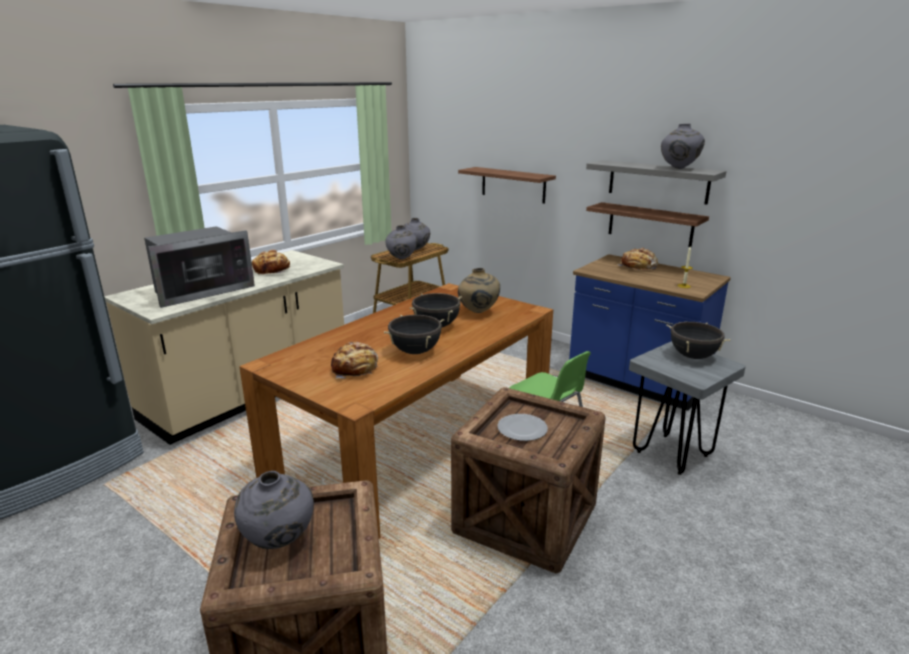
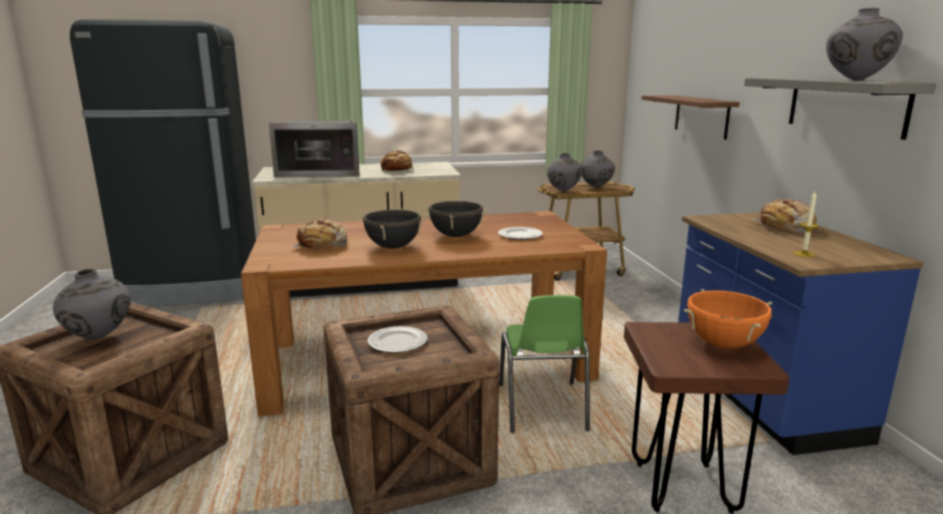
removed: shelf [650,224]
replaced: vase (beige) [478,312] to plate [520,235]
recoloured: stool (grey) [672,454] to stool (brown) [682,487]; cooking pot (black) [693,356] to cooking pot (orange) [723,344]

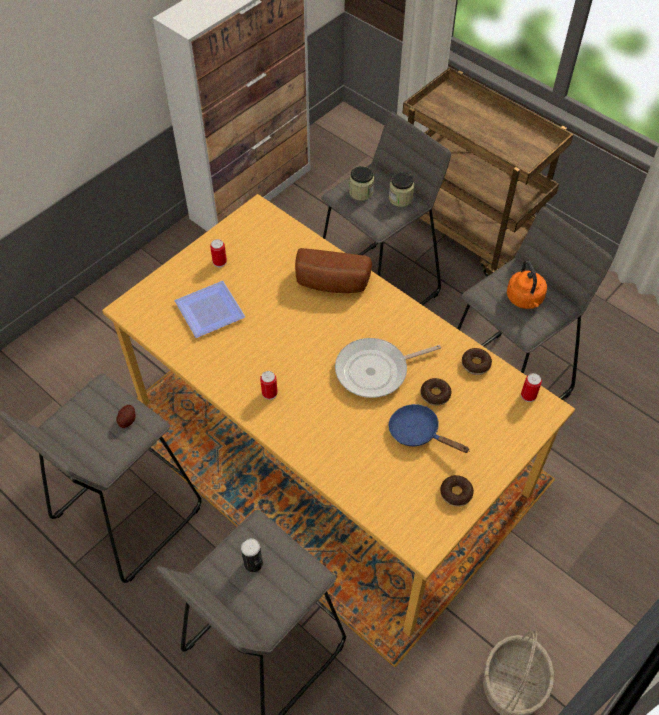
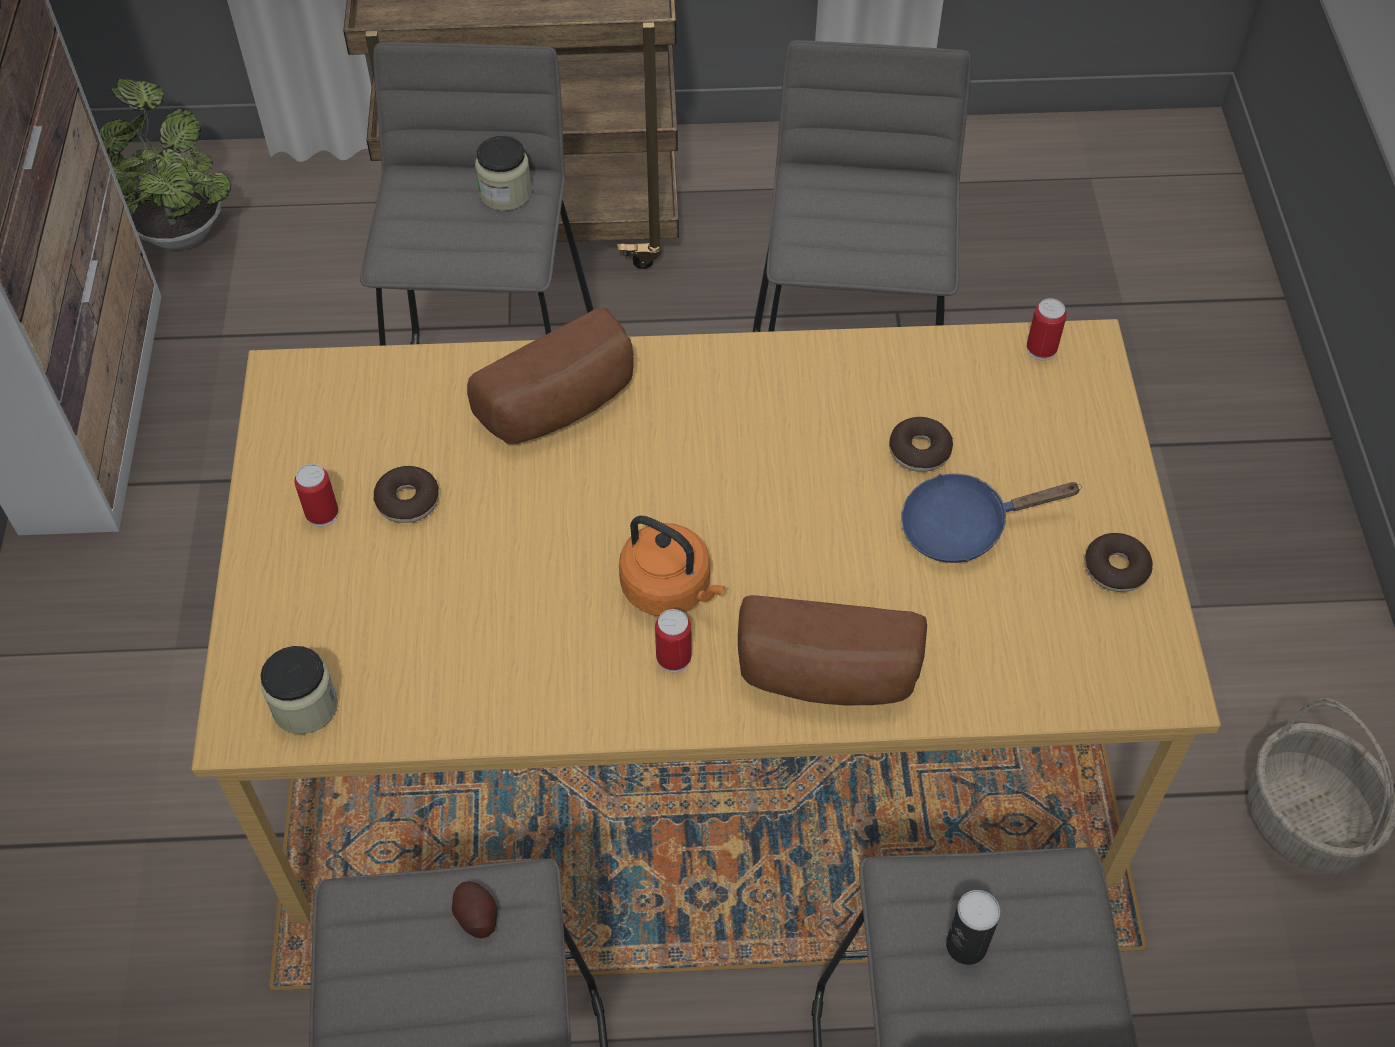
removed: plate [207,310]; frying pan [375,371]
added: potted plant [178,228]; bread [826,678]
moved: jar [361,192] to [305,706]; donut [475,364] to [408,501]; kettle (orange) [525,299] to [670,589]

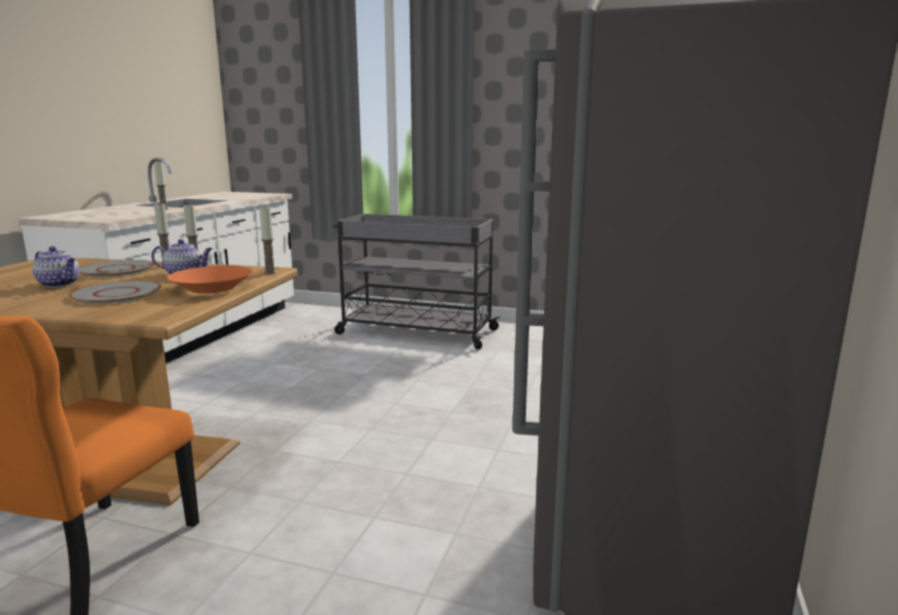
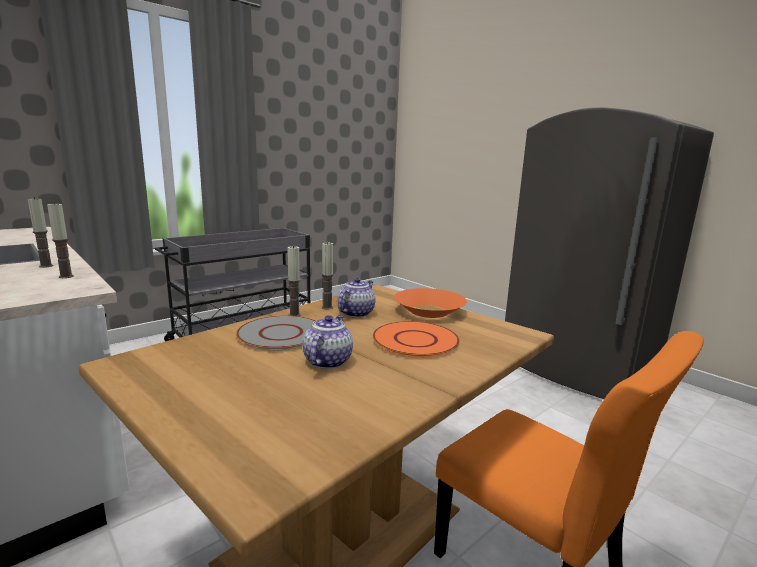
moved: candle [270,273] to [66,276]
recoloured: plate (grey) [117,294] to plate (orange) [414,340]
turned: teapot [60,284] = [327,361] 45 degrees counterclockwise

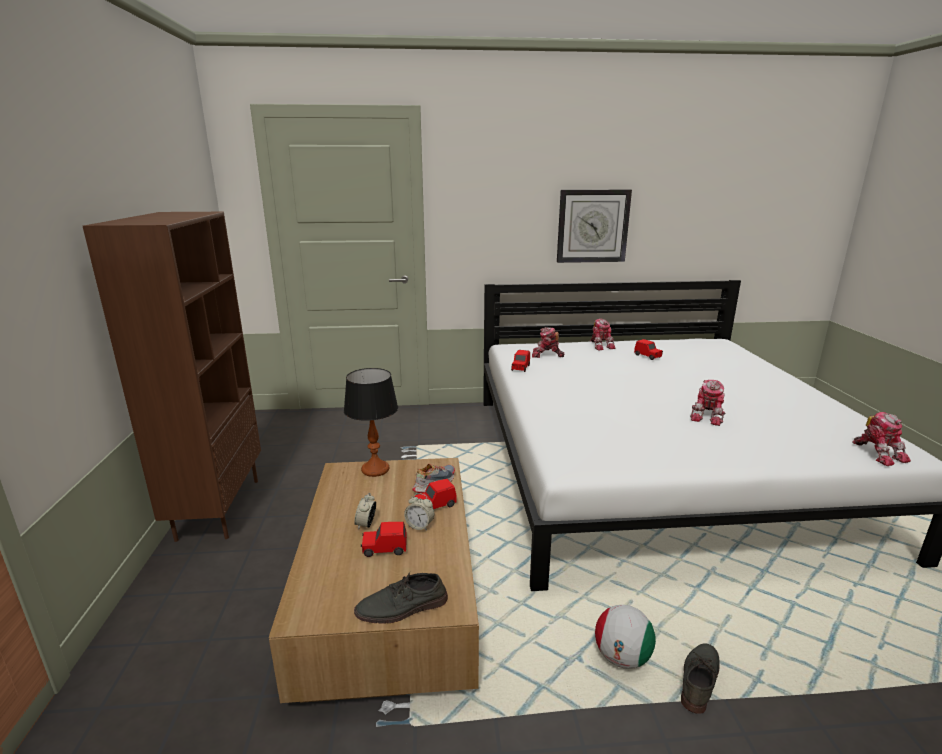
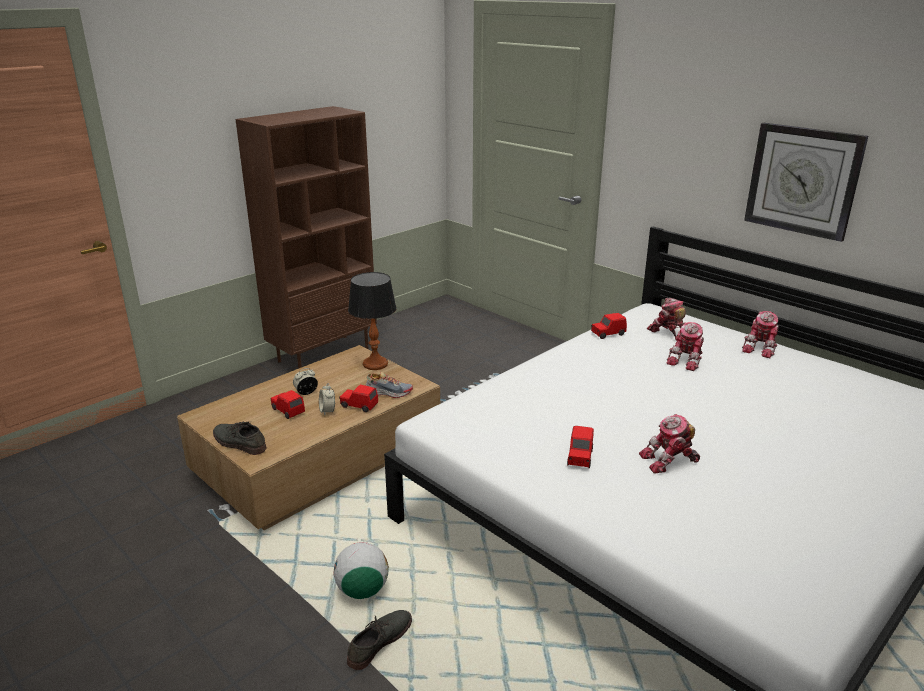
moved: toy car (red) [647,356] to [580,457]; toy robot [878,453] to [687,360]
turned: shoe (grey) [698,679] = [379,641] 45 degrees counterclockwise

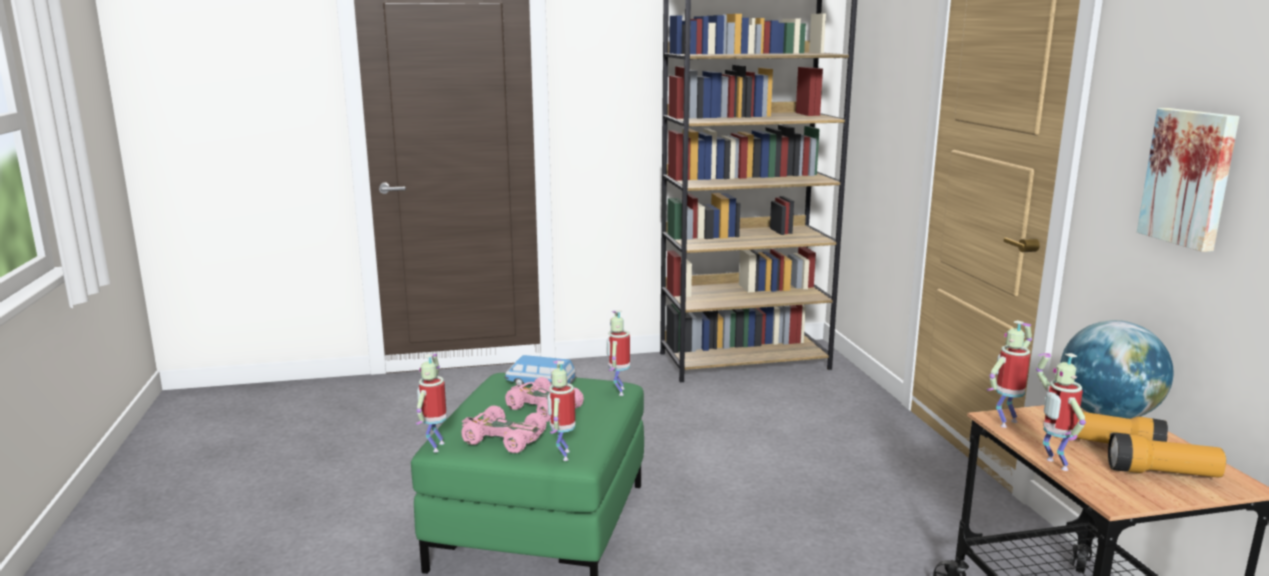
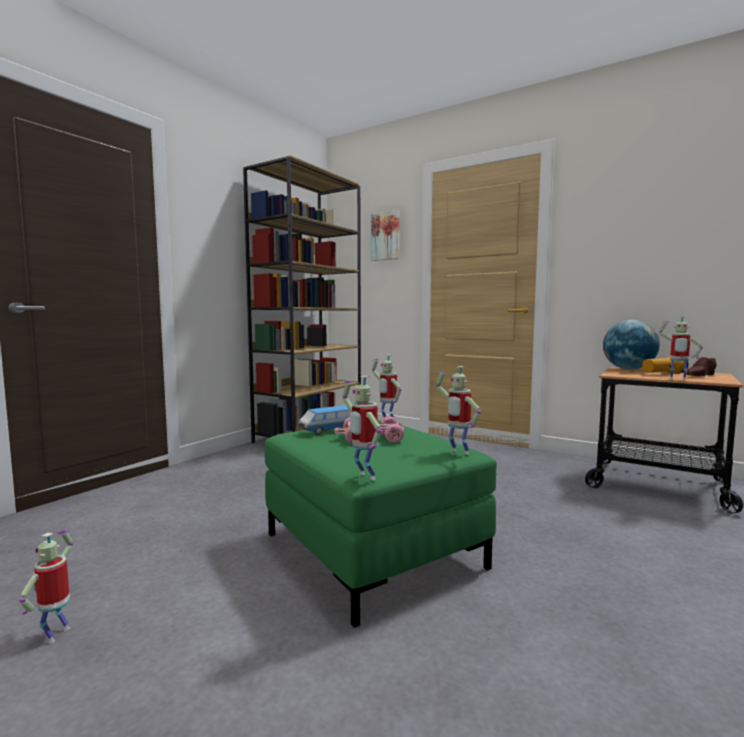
removed: toy car (pink) [503,438]
moved: toy robot [1005,422] to [56,634]; picture [1190,177] to [386,236]
replaced: flashlight [1162,473] to shoe (brown) [699,375]

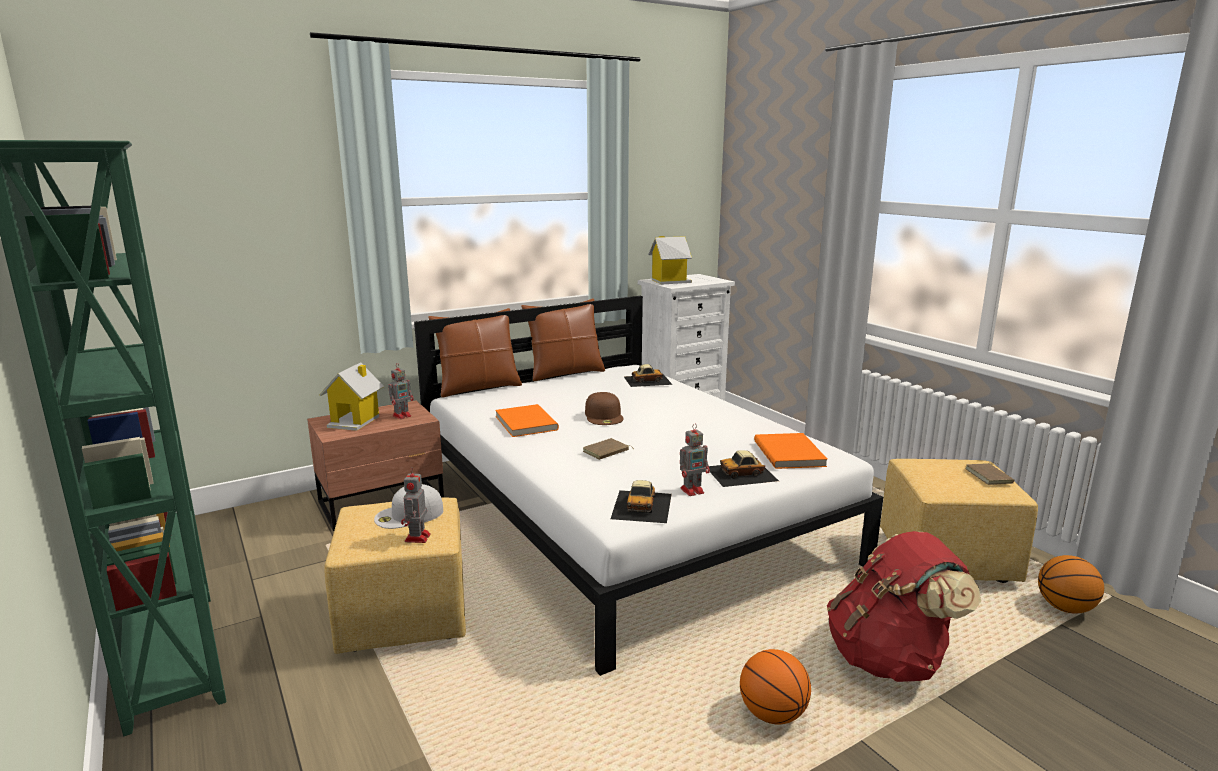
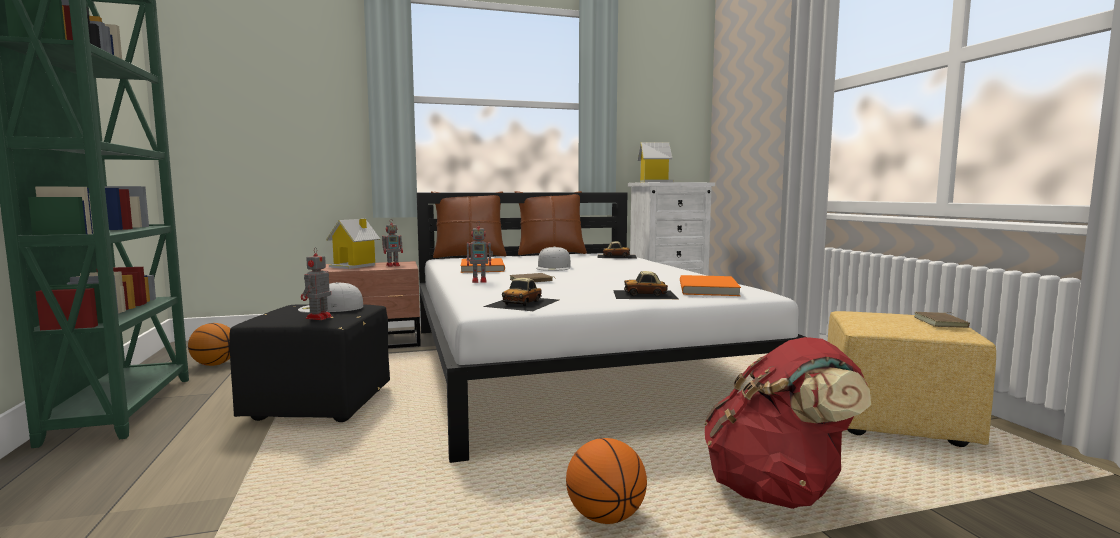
moved: basketball [1064,608] to [214,364]; toy robot [693,490] to [480,281]
recoloured: ottoman (yellow) [407,617] to ottoman (black) [321,406]; cap (brown) [604,416] to cap (white) [554,267]

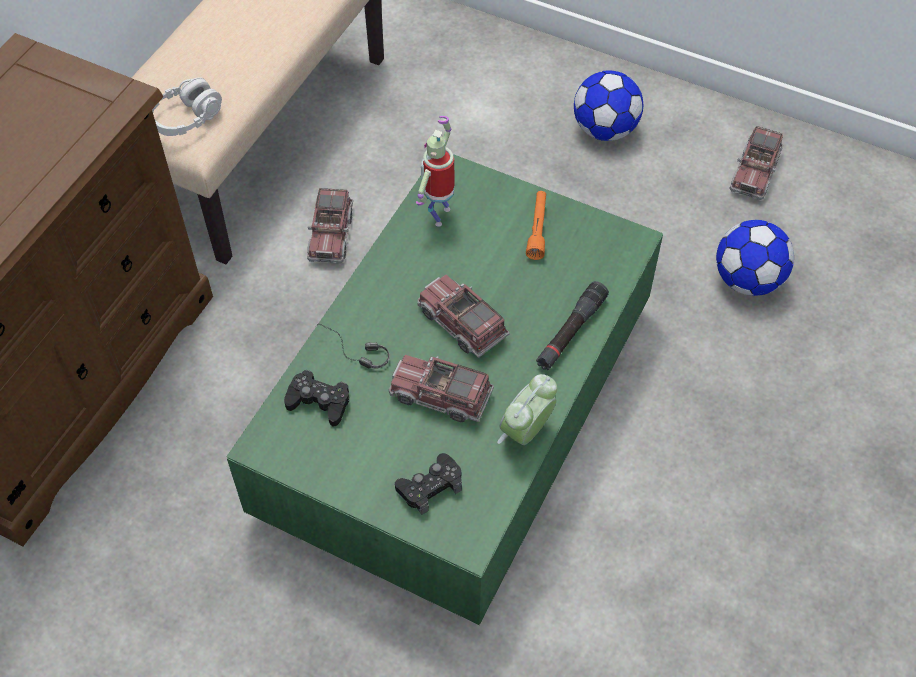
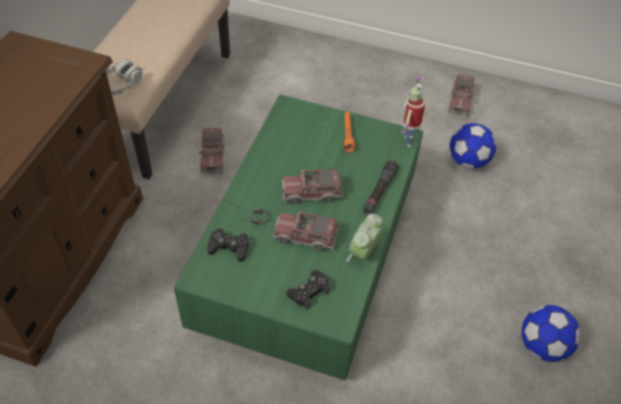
moved: toy robot [439,214] to [407,140]; football [605,130] to [542,346]
turned: toy truck [462,323] = [311,192] 45 degrees counterclockwise

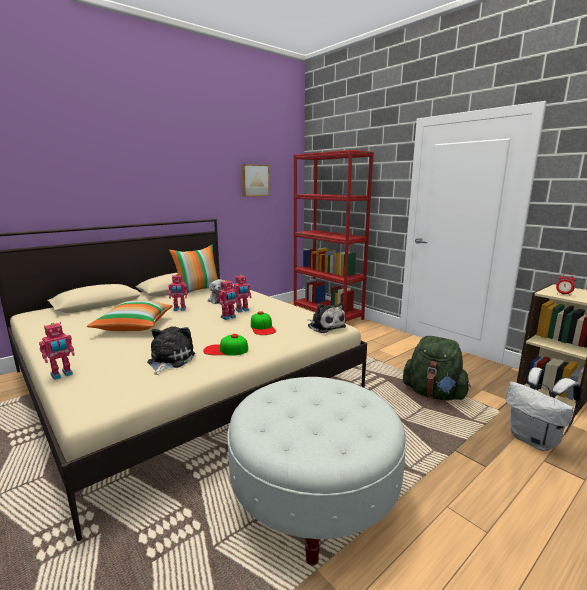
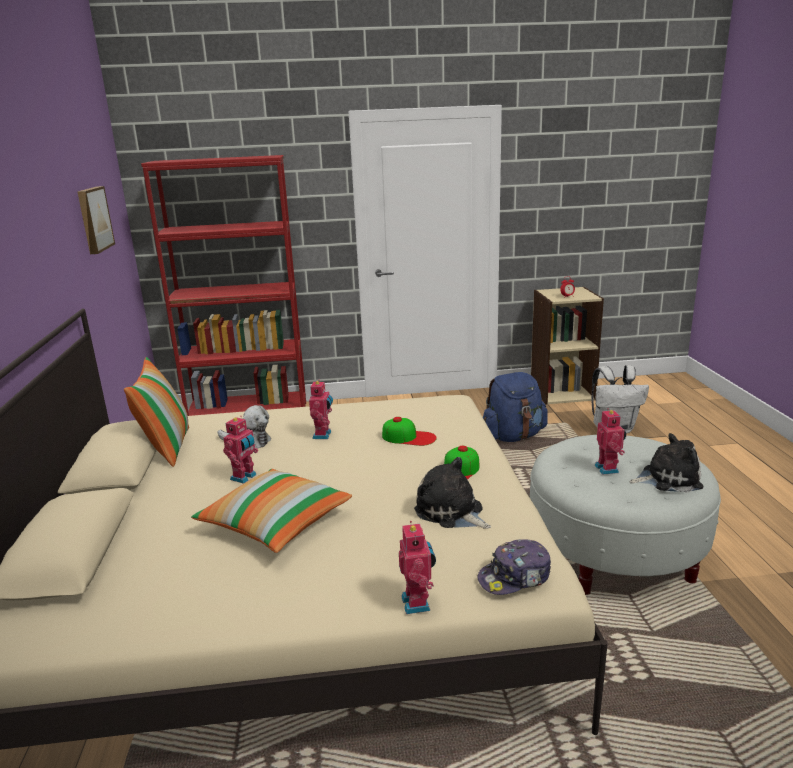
added: cap [515,577]
moved: toy robot [228,317] to [608,469]; plush toy [325,326] to [667,478]
recoloured: backpack (green) [433,394] to backpack (blue) [513,436]

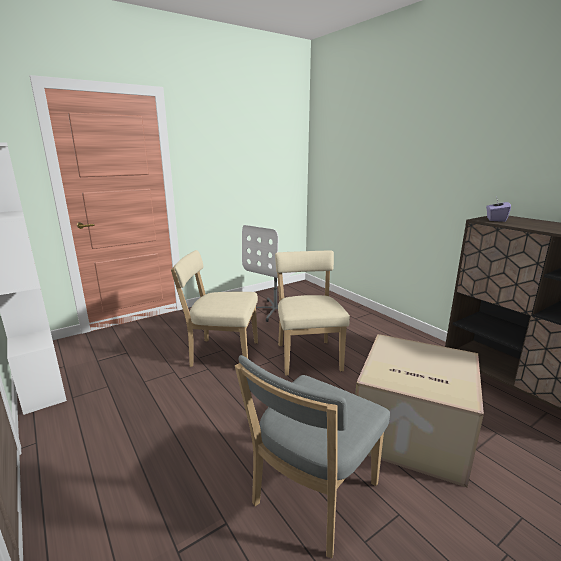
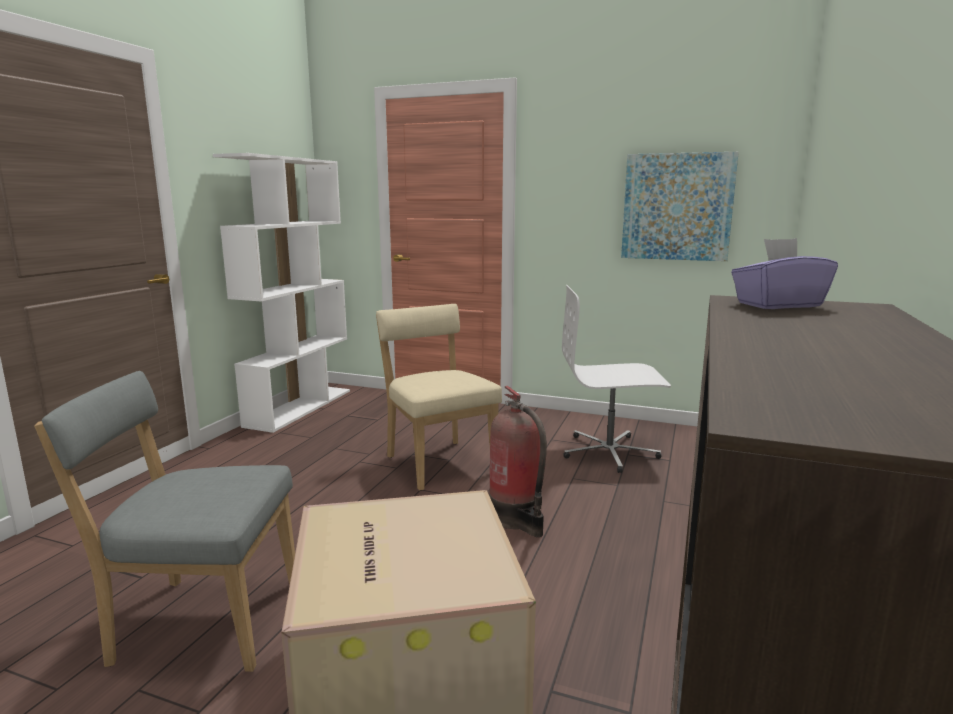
added: picture [677,207]
replaced: chair (beige) [308,355] to fire extinguisher [517,518]

